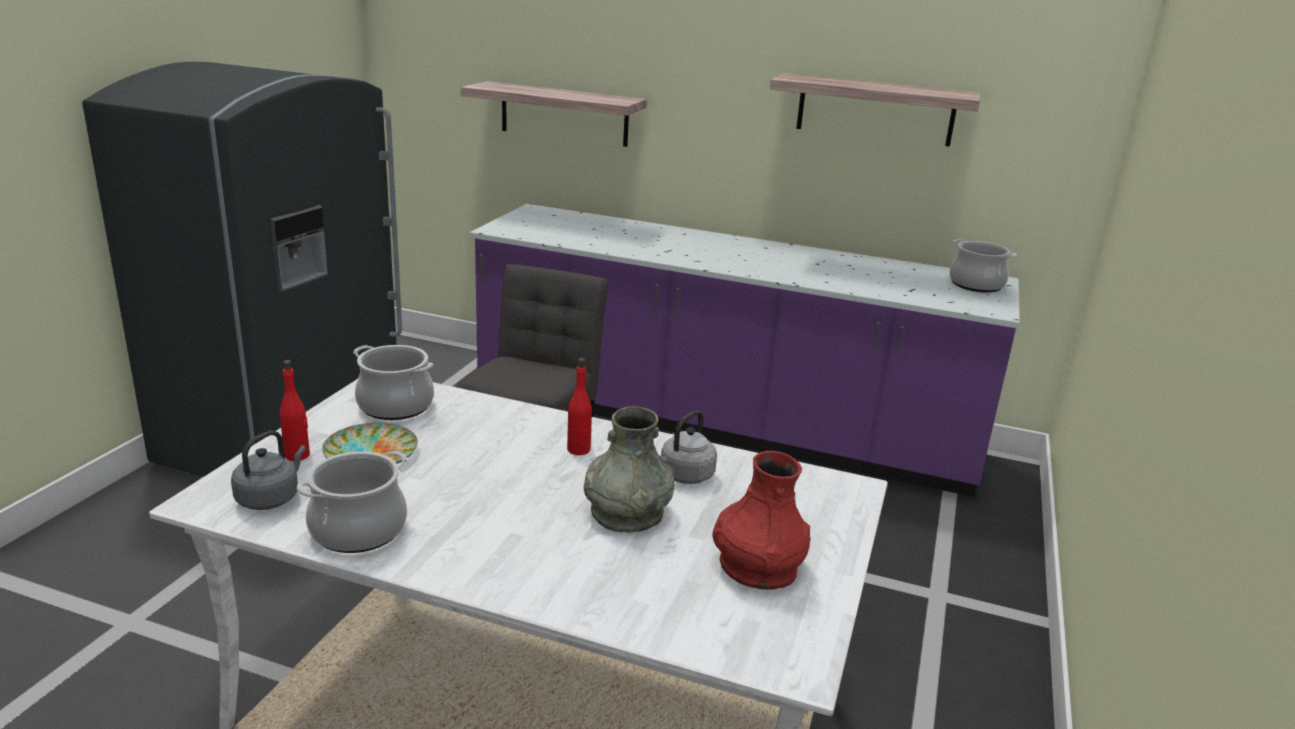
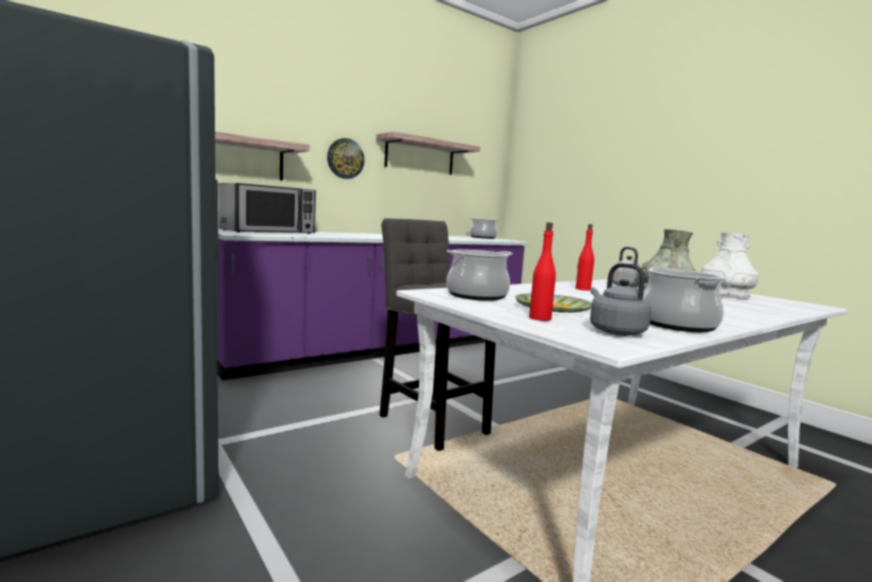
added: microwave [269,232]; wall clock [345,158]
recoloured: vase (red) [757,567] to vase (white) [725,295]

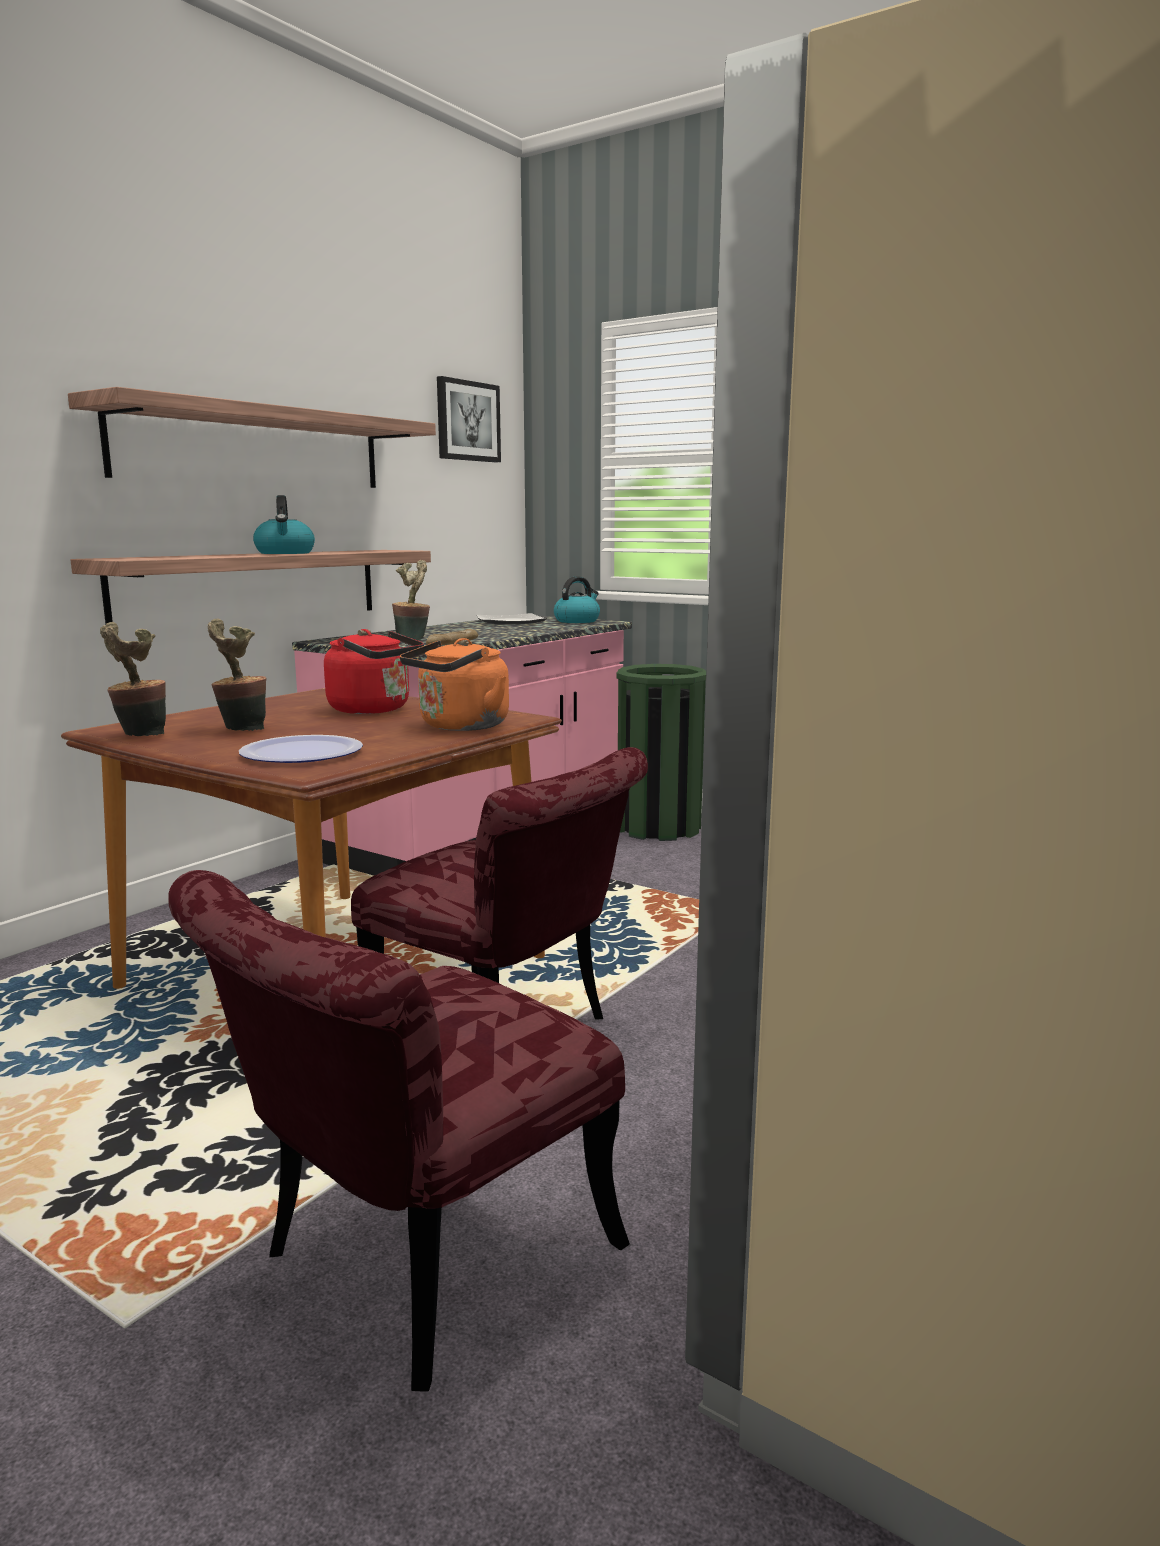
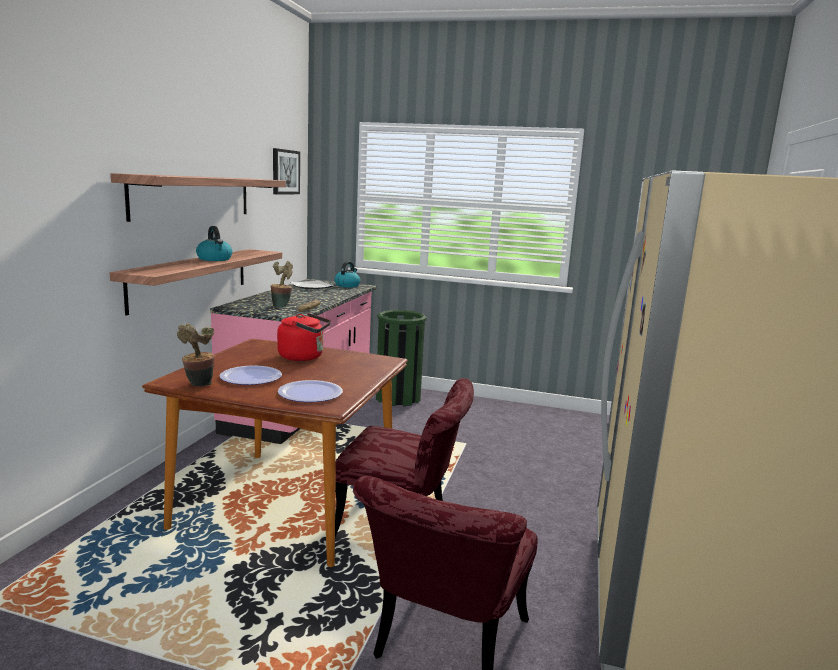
removed: kettle (orange) [460,726]
replaced: potted plant [240,730] to plate [251,377]

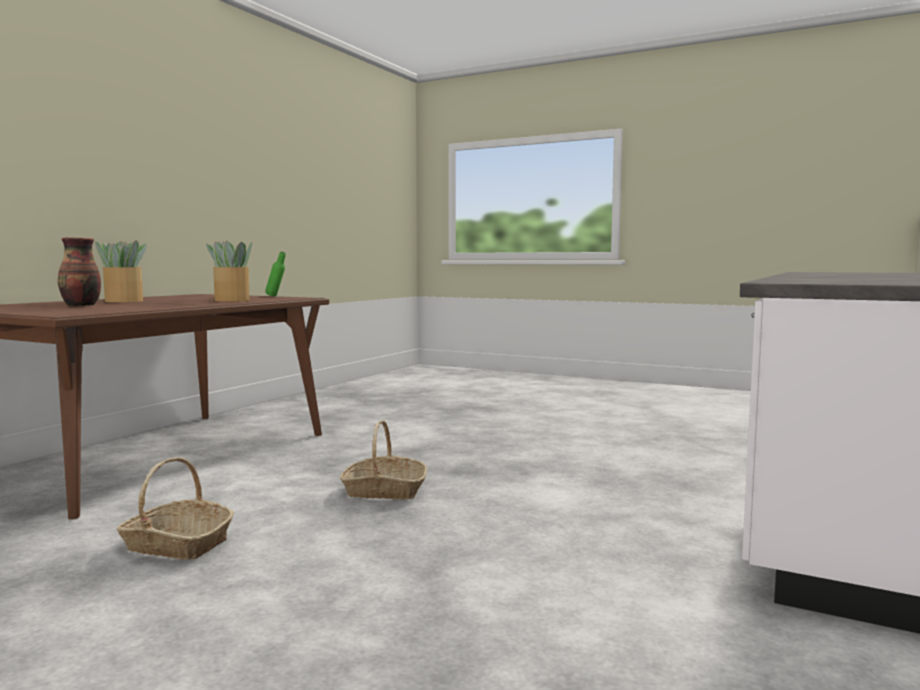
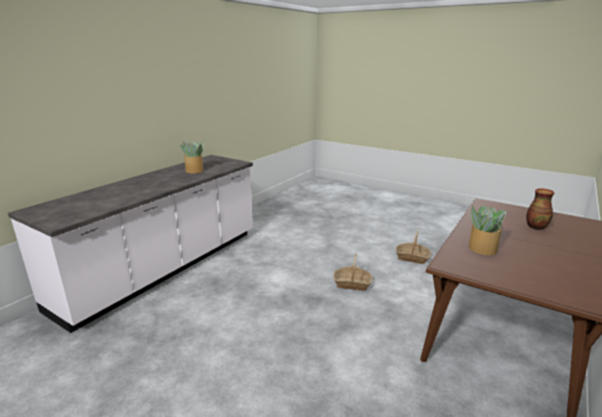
removed: bottle (green) [276,296]
moved: potted plant [123,301] to [194,171]

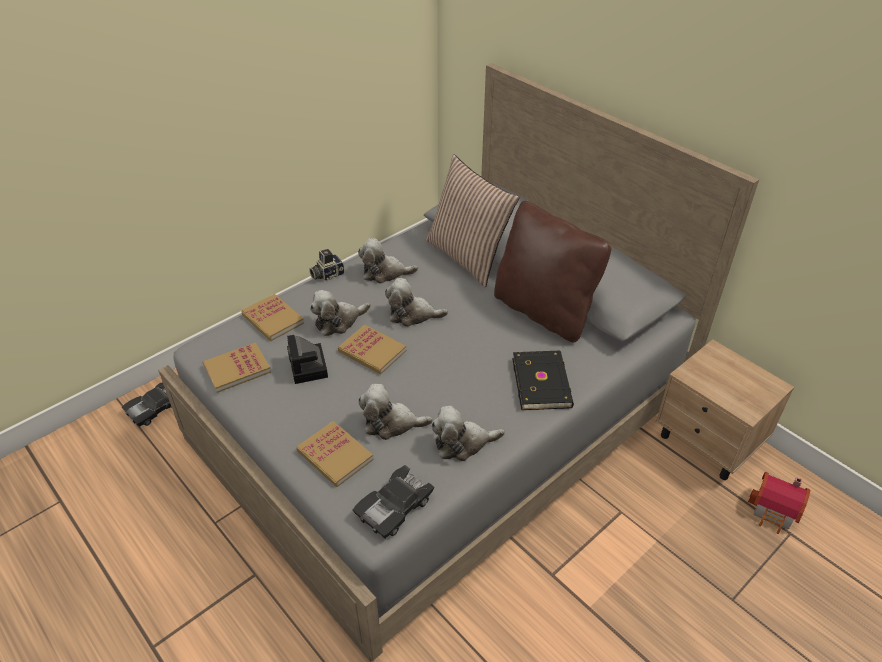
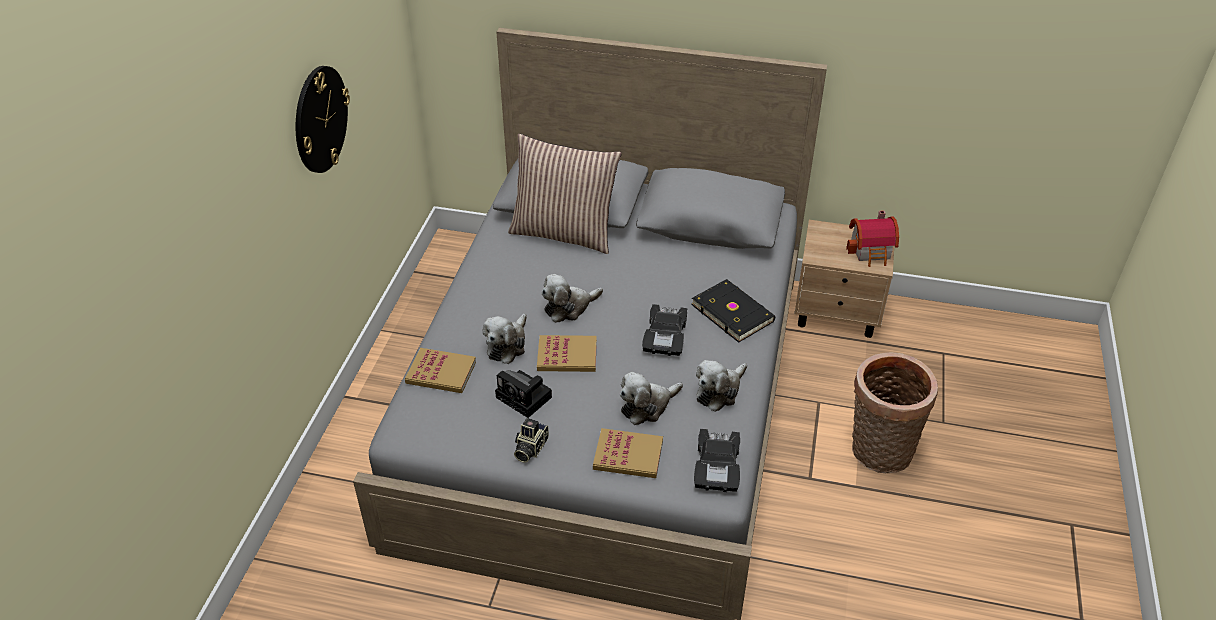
removed: book [237,369]; plush toy [385,273]; pillow (brown) [543,311]
added: wall clock [320,119]; basket [878,453]
moved: photo camera [327,274] to [529,448]; toy car (black) [155,408] to [665,337]; toy house [775,512] to [872,251]

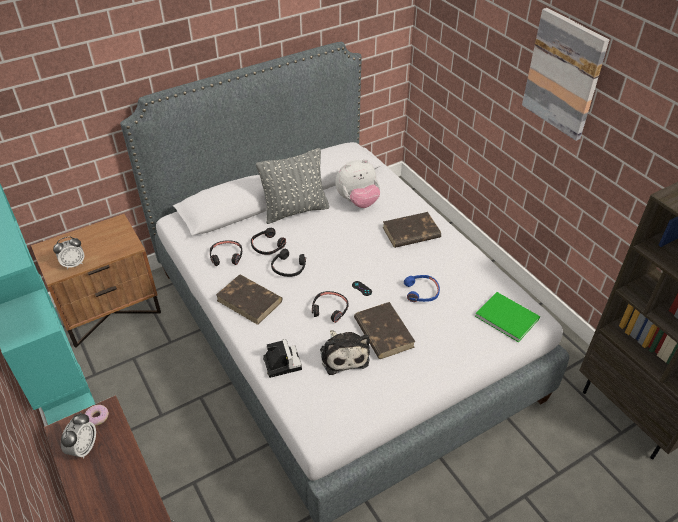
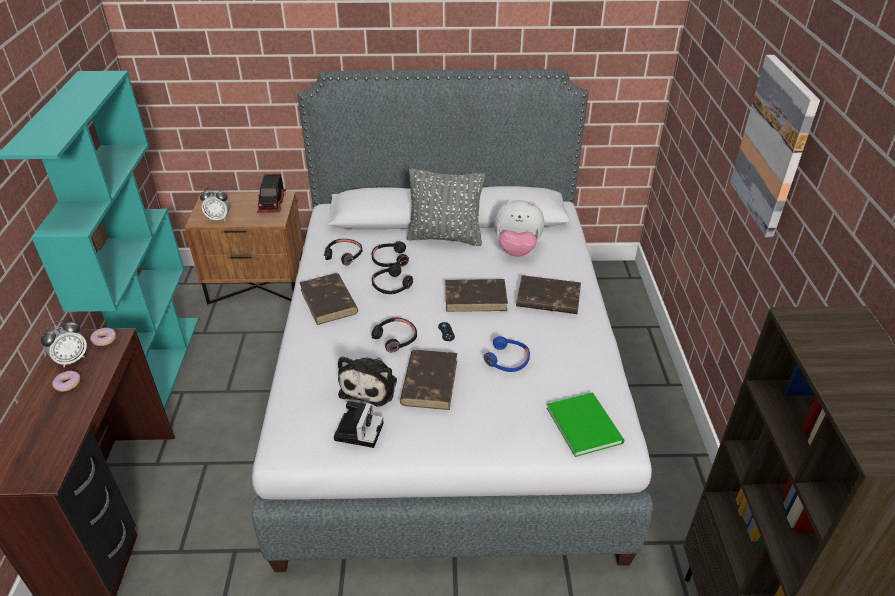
added: donut [67,384]; toy truck [273,203]; book (brown) [476,297]
moved: photo camera [281,362] to [359,430]

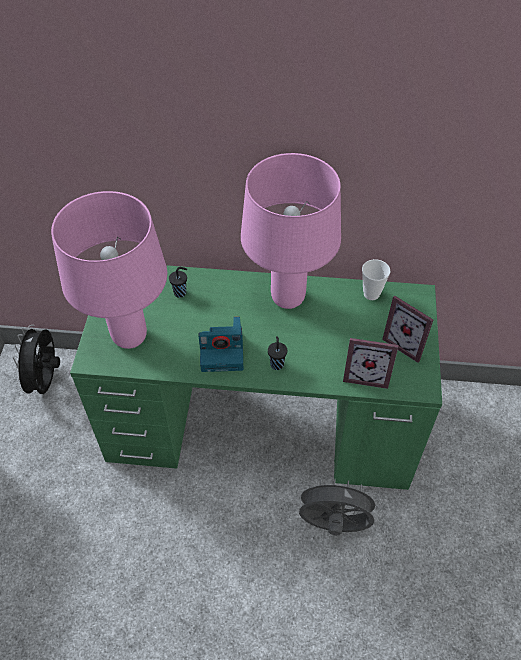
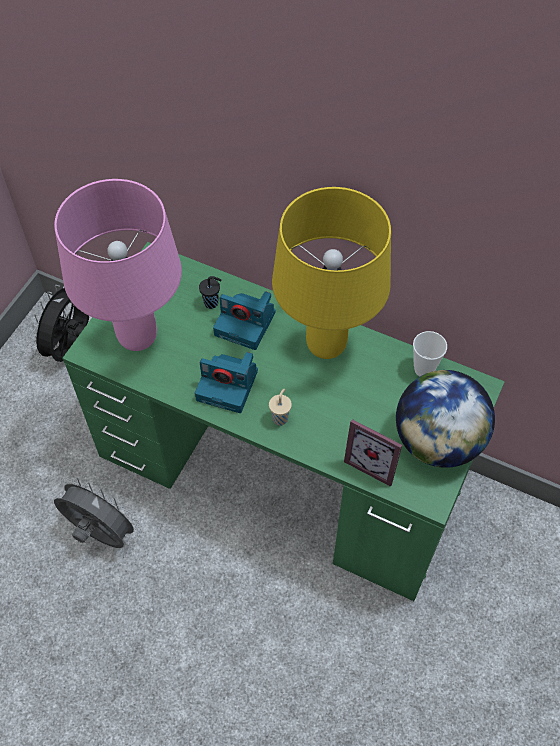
added: photo camera [246,323]
moved: fan (grey) [333,525] to [100,534]
replaced: picture frame [407,343] to globe [437,441]
recoloured: cup (black) [277,364] to cup (beige) [280,418]; table lamp (pink) [287,298] to table lamp (yellow) [325,345]

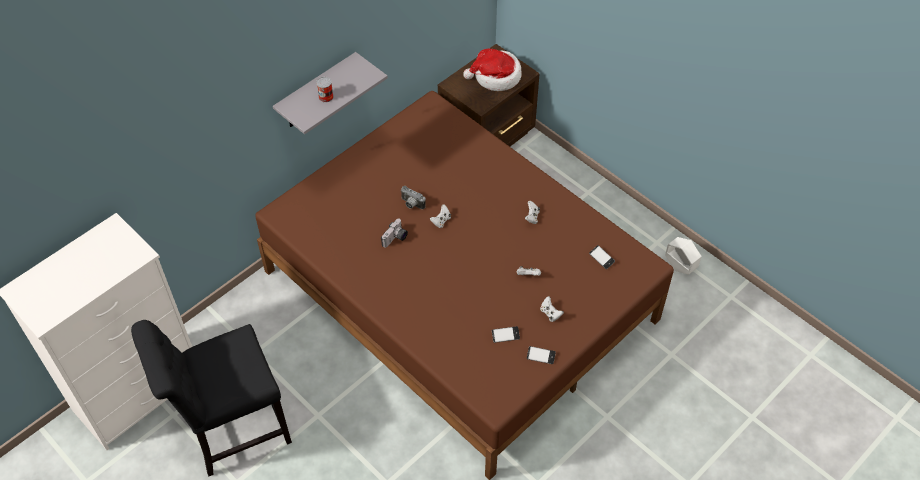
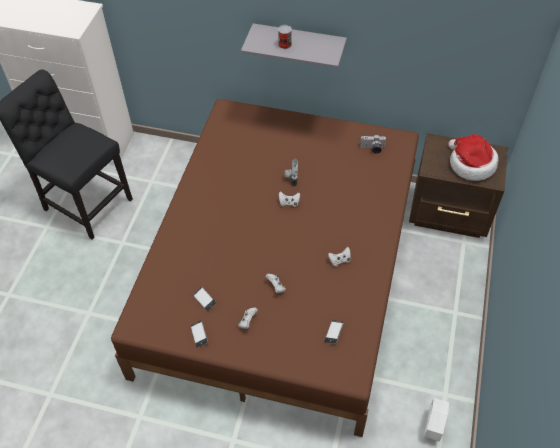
moved: photo camera [395,239] to [372,149]

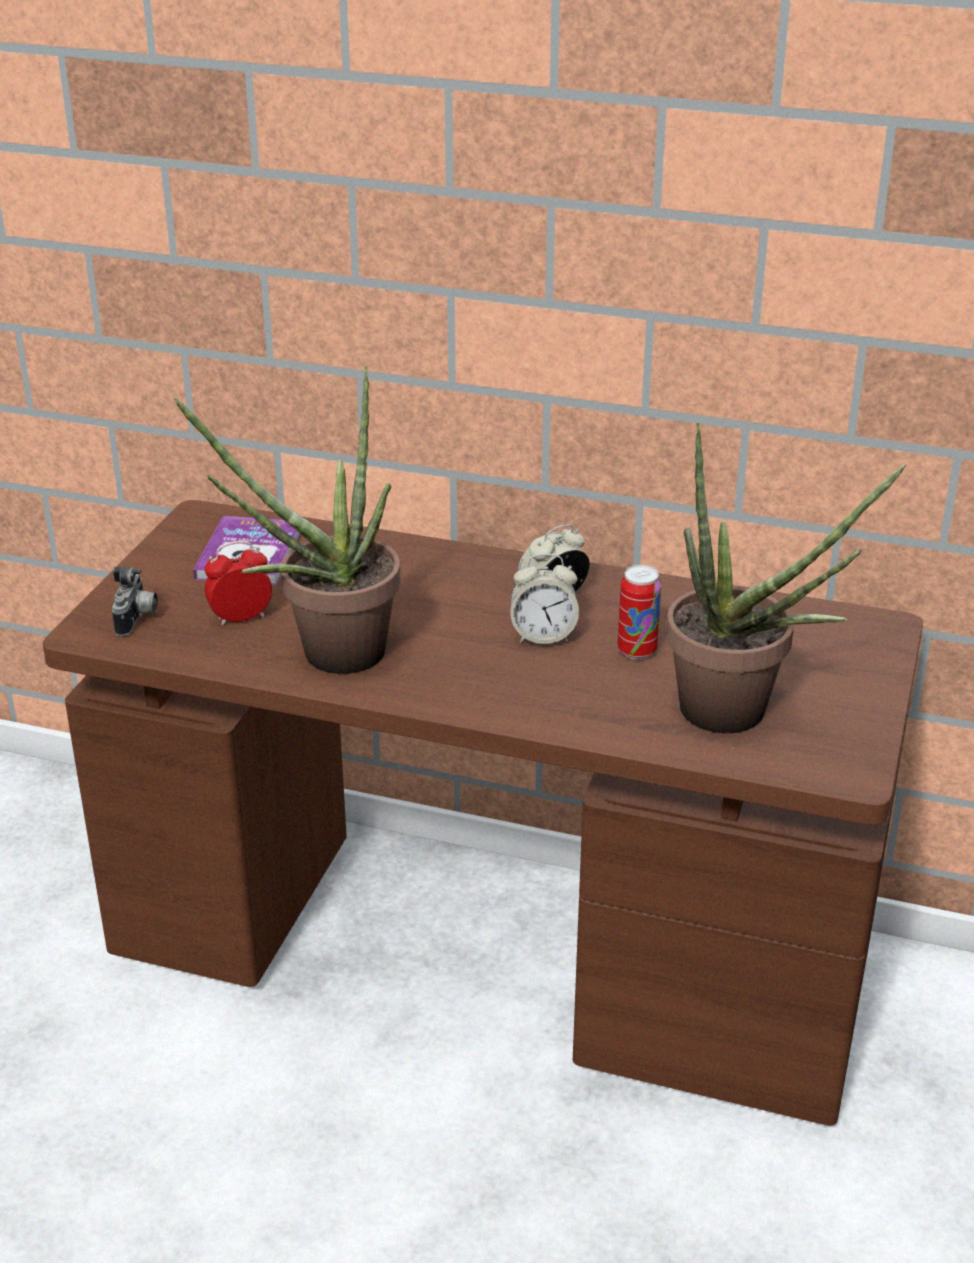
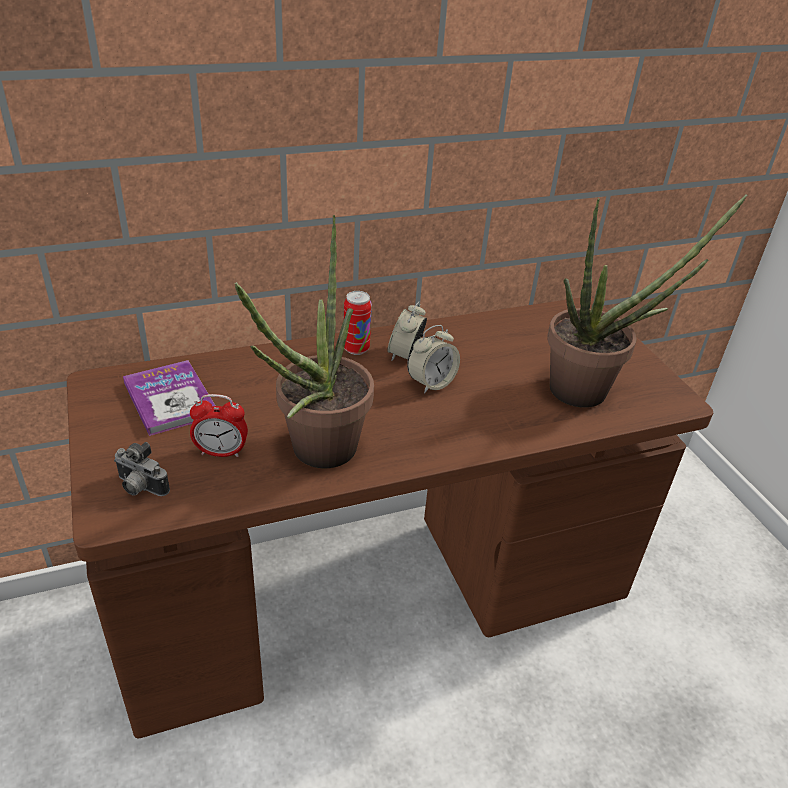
moved: can [637,651] to [356,349]
turned: photo camera [137,620] = [140,488] 150 degrees clockwise; alarm clock [241,618] = [221,452] 120 degrees counterclockwise

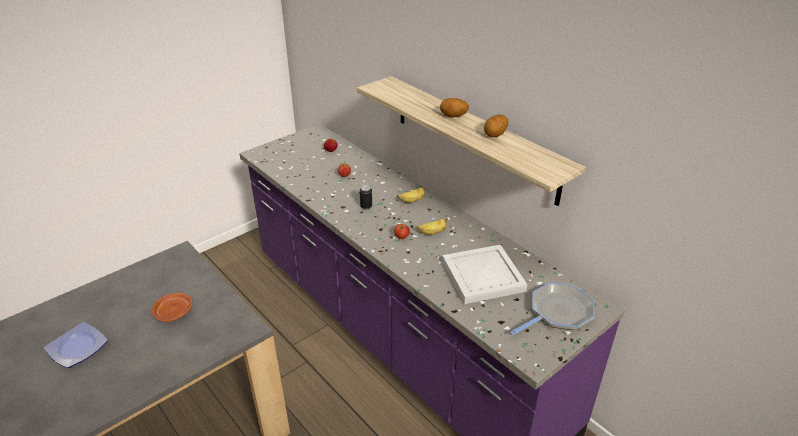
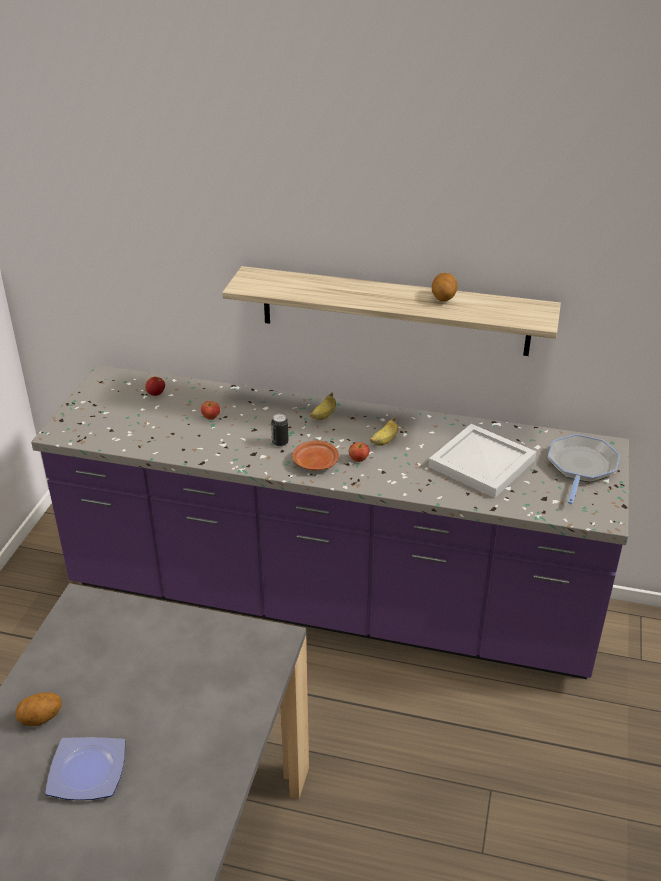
moved: potato [453,116] to [41,719]; plate (brown) [174,312] to [315,462]

